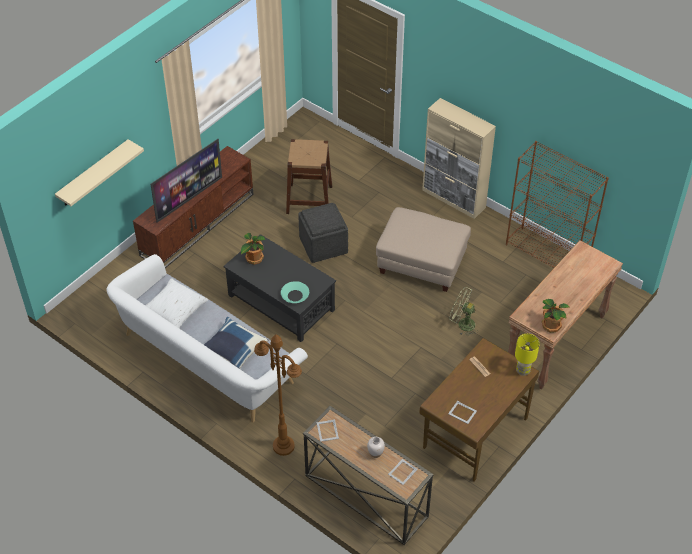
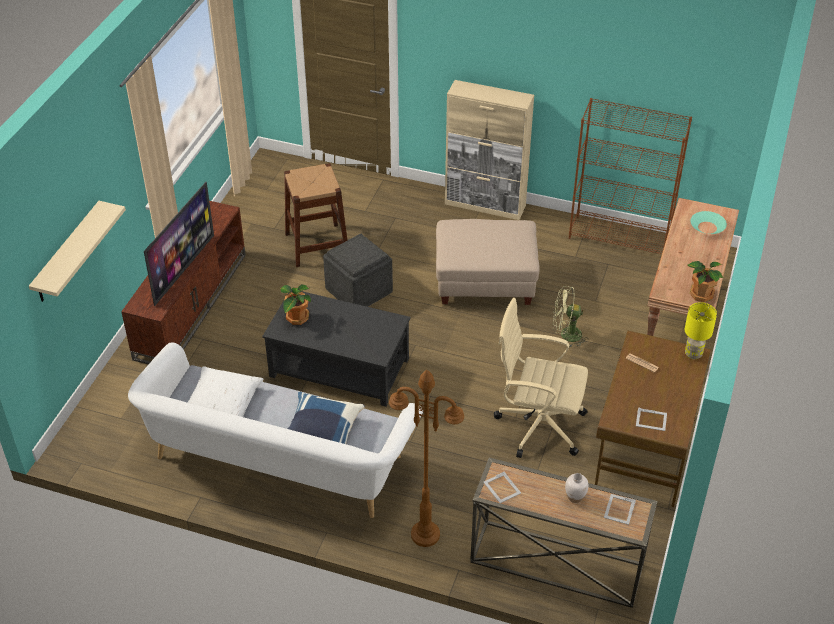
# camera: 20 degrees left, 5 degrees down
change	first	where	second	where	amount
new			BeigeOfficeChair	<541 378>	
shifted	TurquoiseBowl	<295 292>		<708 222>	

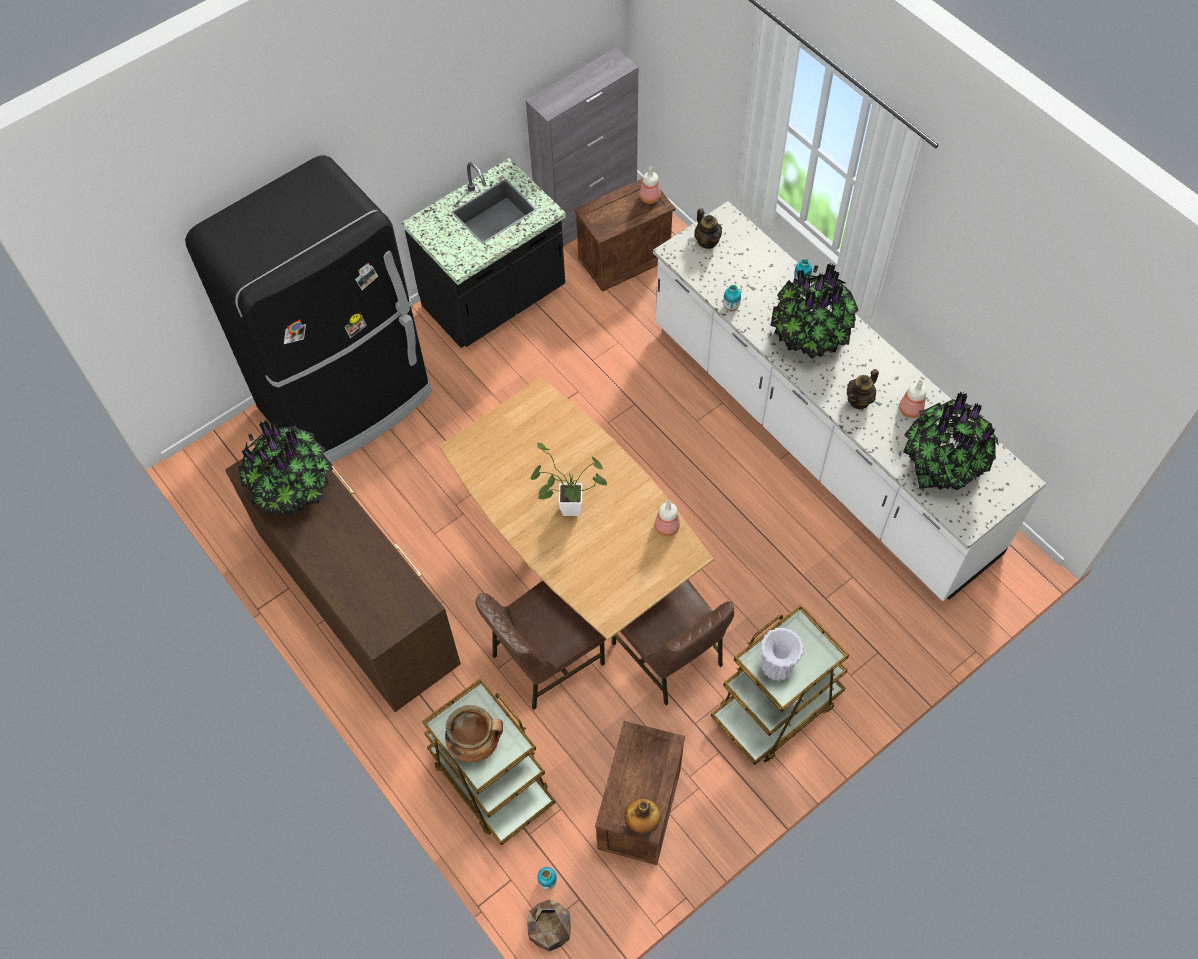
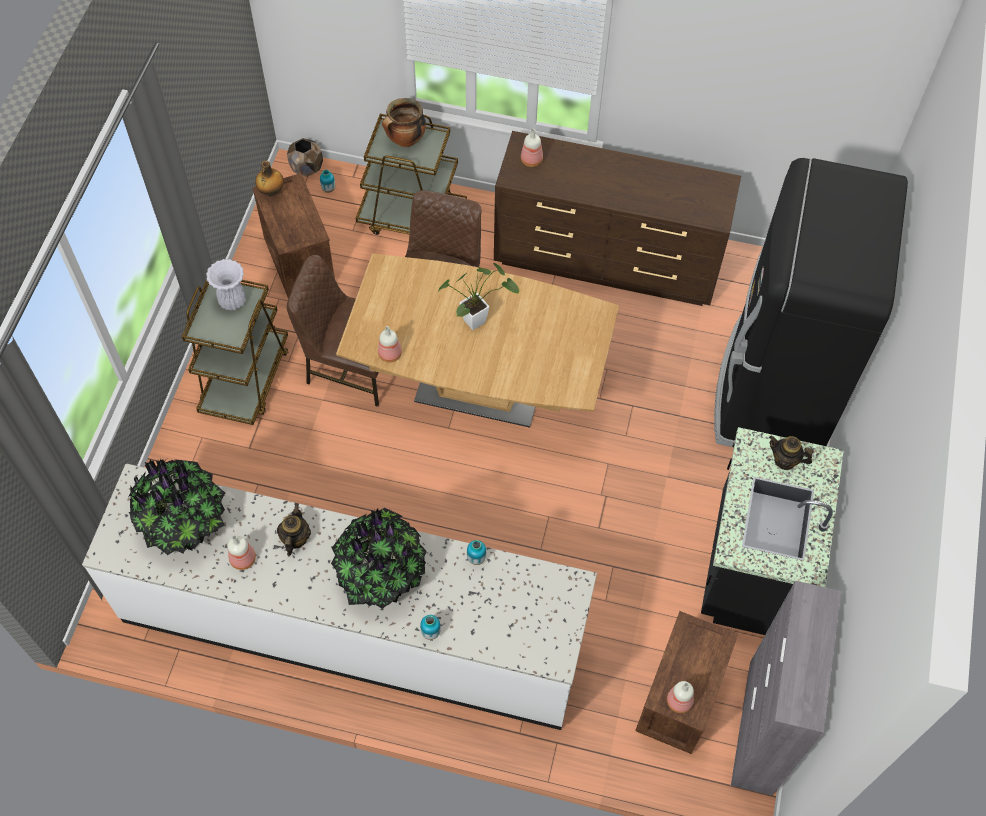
# camera: 140 degrees right, 0 degrees up
change	first	where	second	where	amount
new			Bottle	<532 147>	
shifted	Teapot	<708 228>		<791 452>	
gone	PottedPlant	<285 468>			

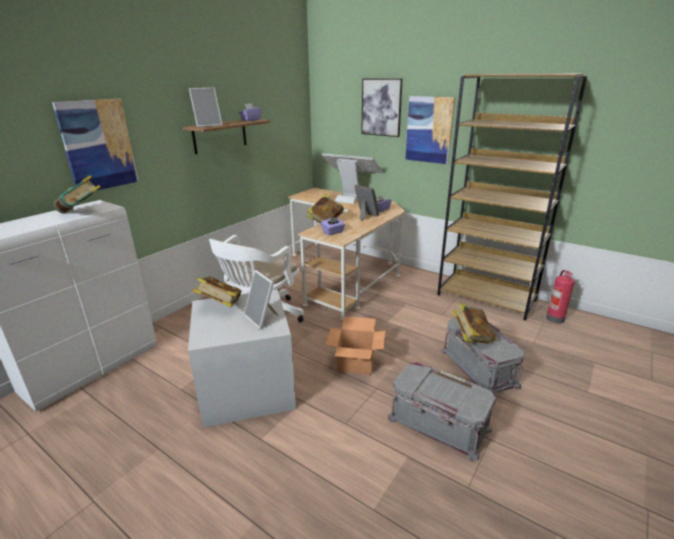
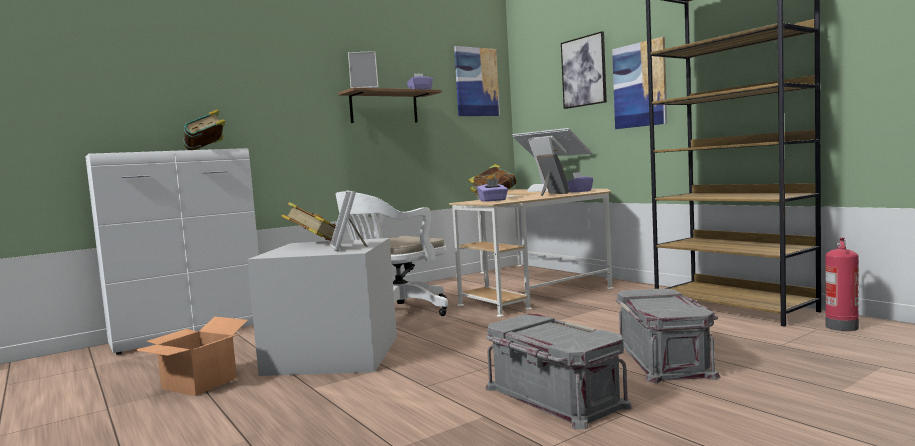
# camera: 20 degrees right, 20 degrees down
change	first	where	second	where	amount
shifted	CardboardBox	<355 345>		<191 356>	
shifted	Picture	<95 145>		<477 81>	
gone	Book	<474 323>			

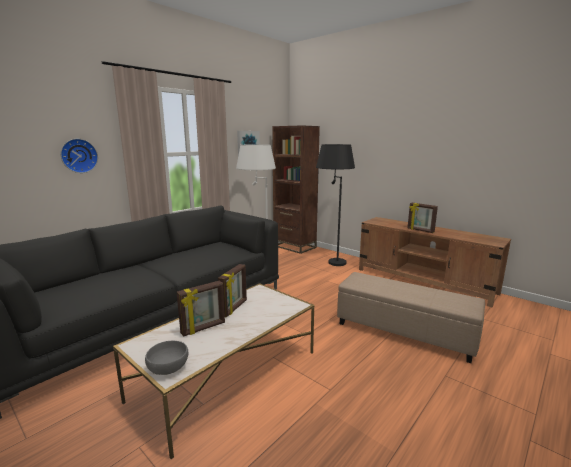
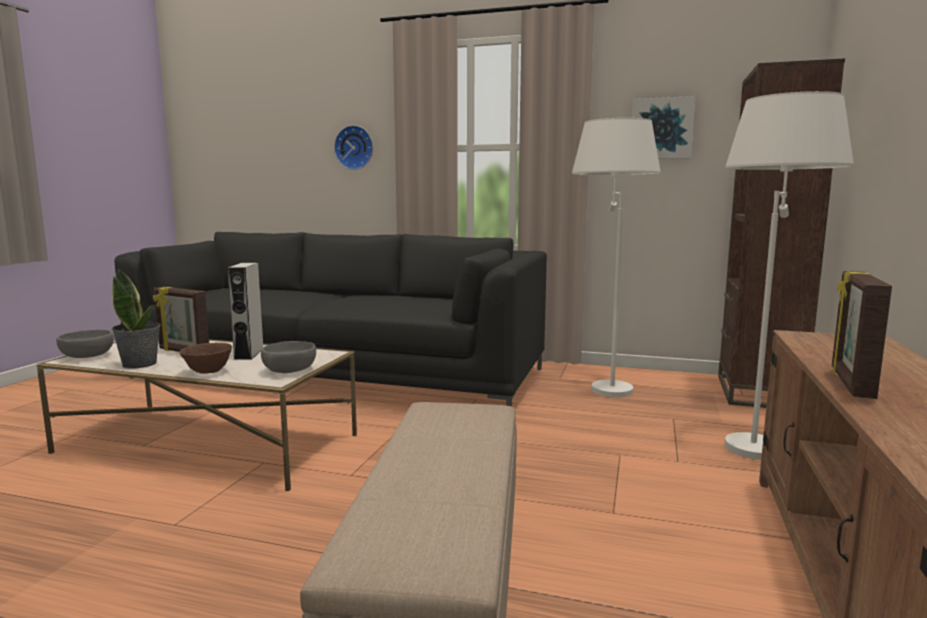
# camera: 65 degrees right, 5 degrees down
change	first	where	second	where	amount
new			PottedPlant	<136 319>	
new			BrownBowl	<206 358>	
swapped	PictureFrame	<232 290>	GreySpeaker	<245 311>	
new			GreyBowl	<288 357>	
repainted	BlackFloorLamp	<335 205>	WhiteFloorLamp	<789 275>	

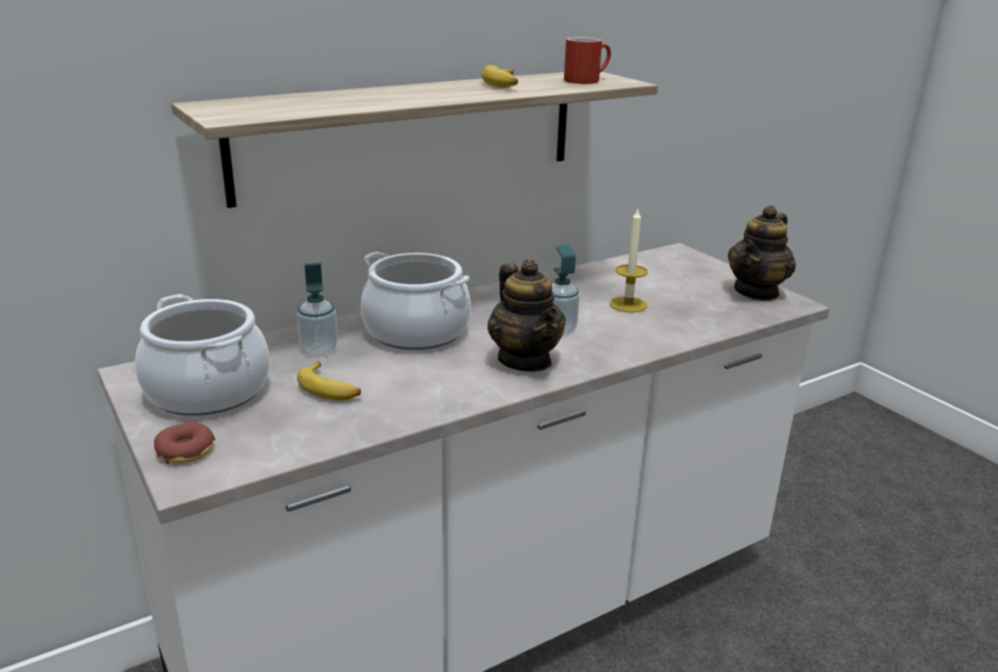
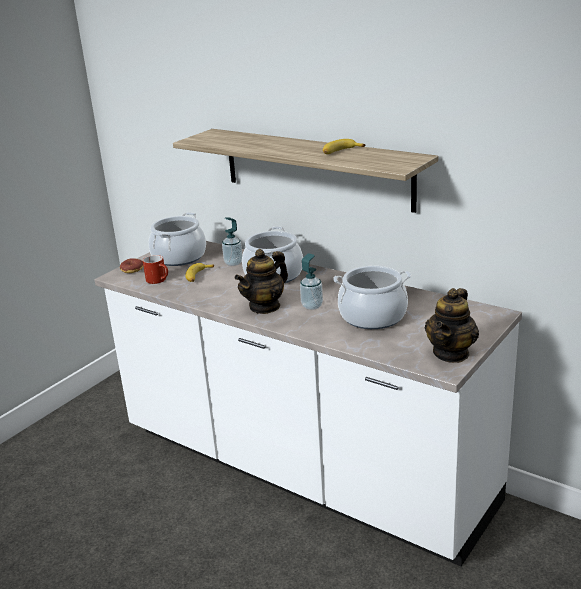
# camera: 70 degrees right, 0 degrees up
change	first	where	second	where	amount
shifted	RedMug	<587 60>		<155 269>	
swapped	Candle	<629 261>	CookingPot	<372 297>	
rotated	Teapot	<762 253>		<452 325>	75 degrees counterclockwise

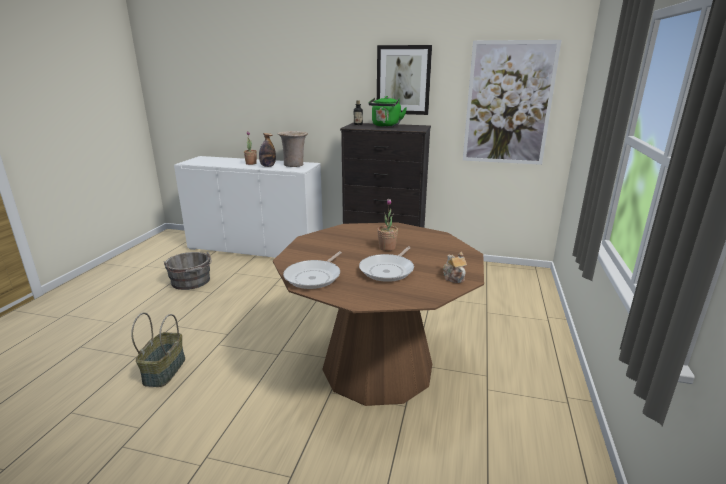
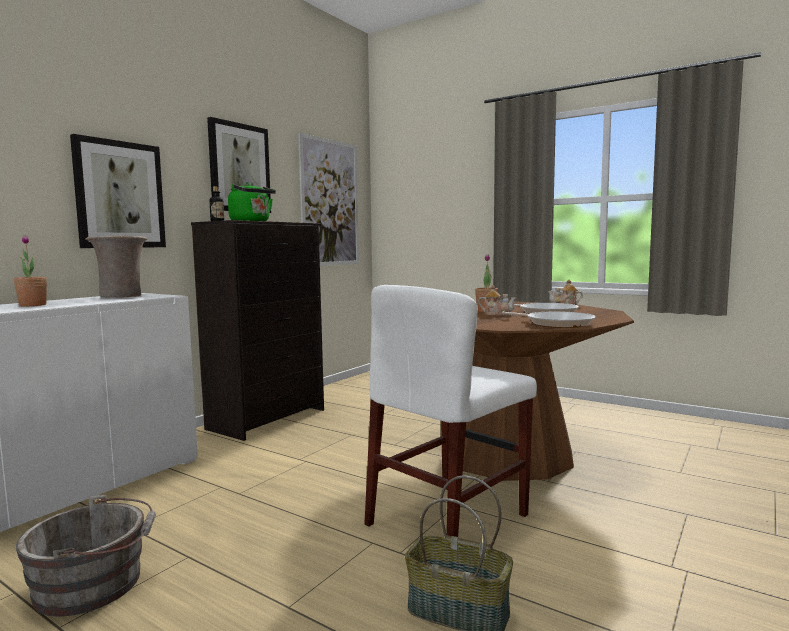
# camera: 70 degrees left, 15 degrees down
change	first	where	second	where	amount
new			Picture	<118 191>	
new			WhiteChair	<450 411>	
new			Teapot	<497 300>	
gone	Bottle	<267 150>			

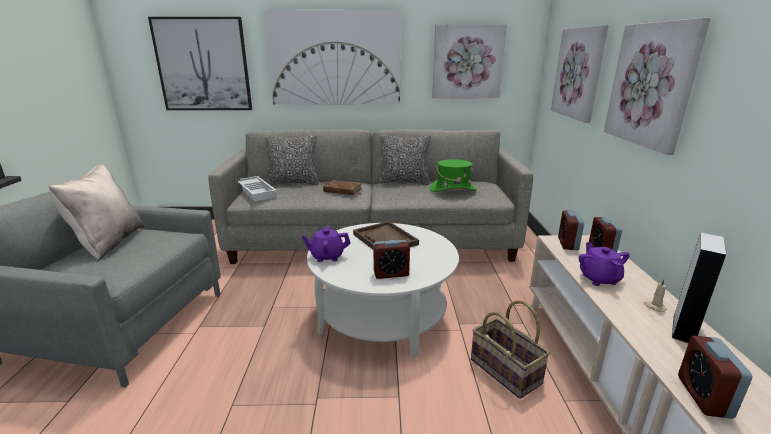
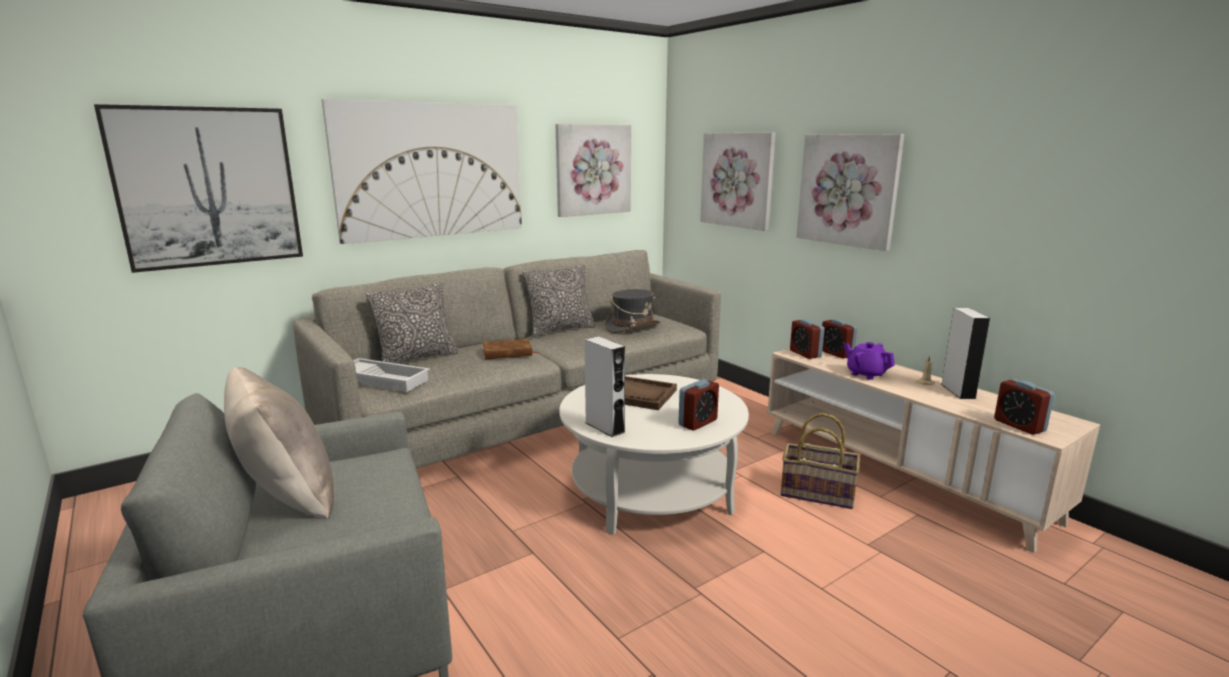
# camera: 35 degrees left, 5 degrees down
change	first	where	second	where	amount
swapped	PurpleTeapot	<326 244>	GreySpeaker	<605 386>	
repainted	GreenHat	<453 175>	GreyHat	<632 311>	

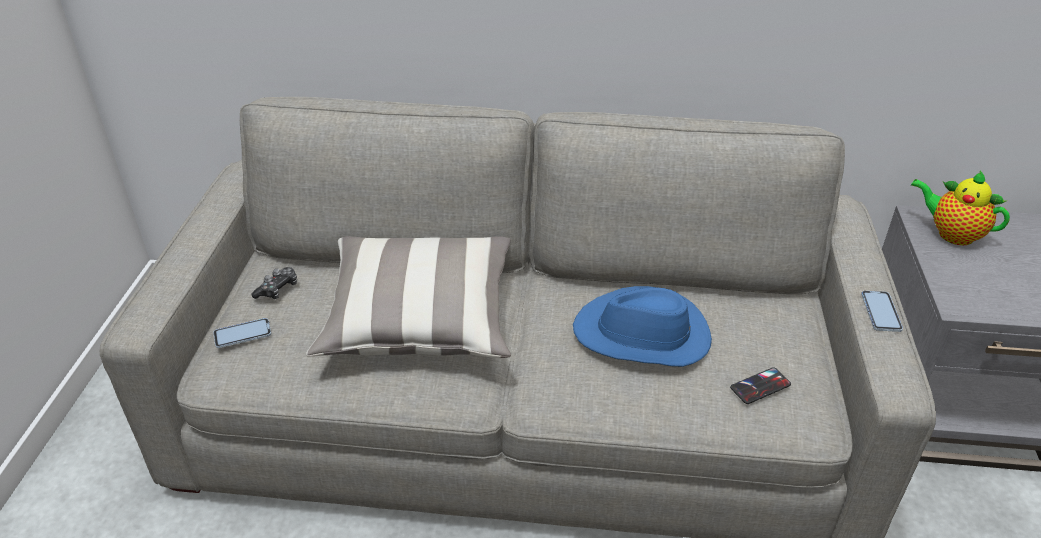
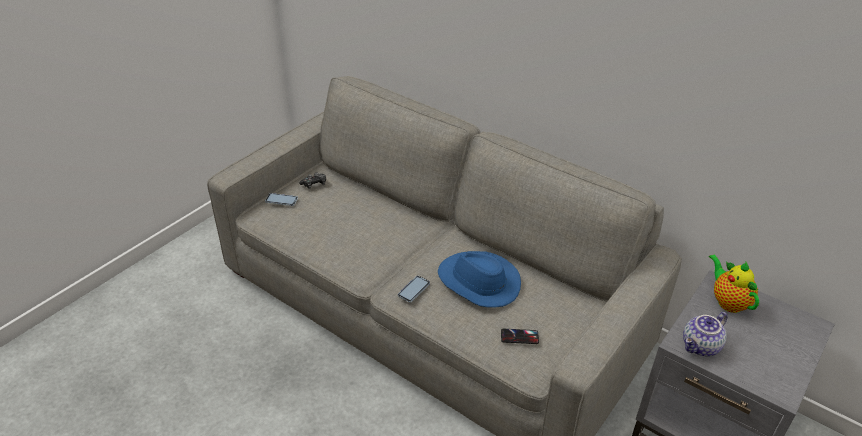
# camera: 30 degrees right, 0 degrees up
change	first	where	second	where	amount
shifted	Phone	<882 311>		<414 289>	
new			Teapot	<705 334>	
gone	Pillow	<408 297>			

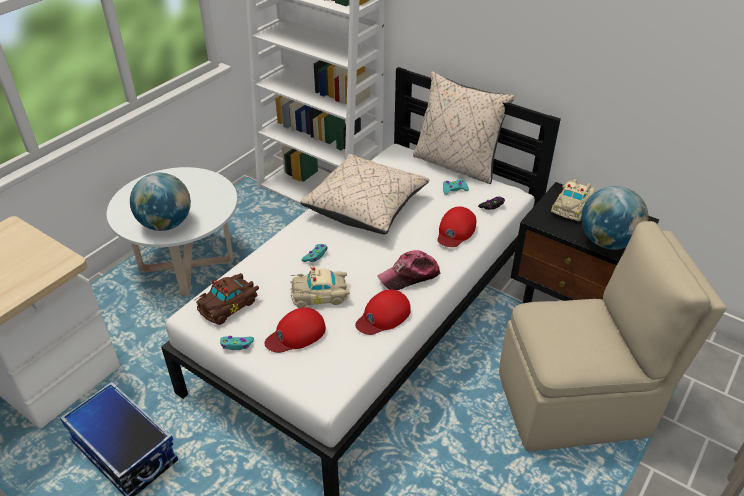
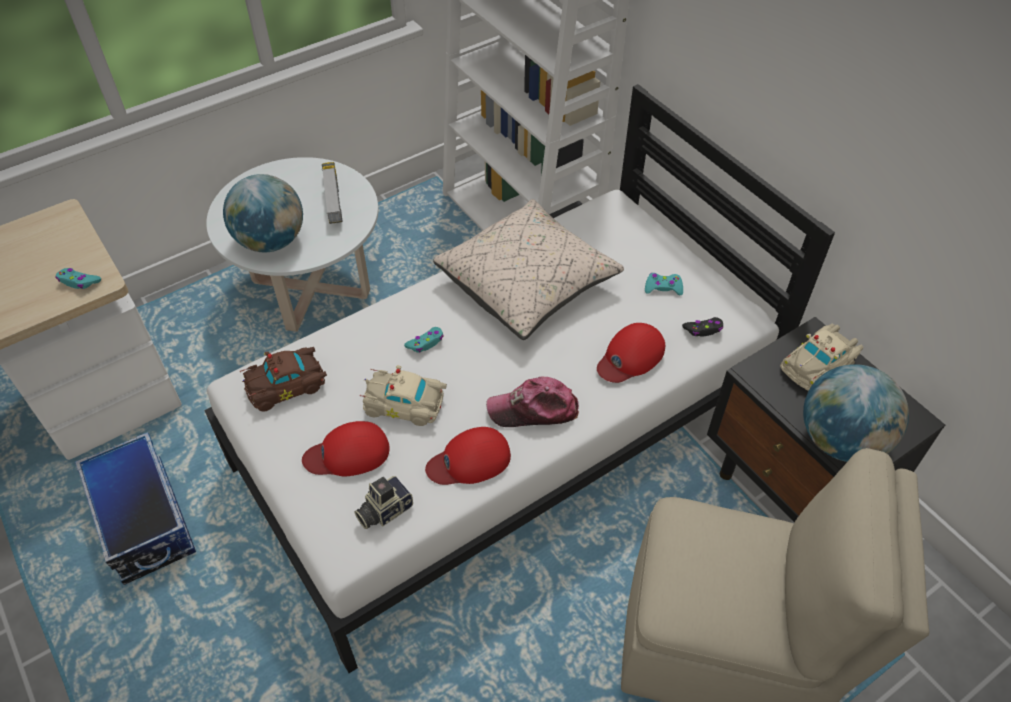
# camera: 20 degrees right, 10 degrees up
change	first	where	second	where	amount
shifted	TurquoiseGameController	<237 343>		<78 278>	
new			ToyTruck	<332 193>	
new			PhotoCamera	<383 502>	
gone	BeigePillow	<463 127>			

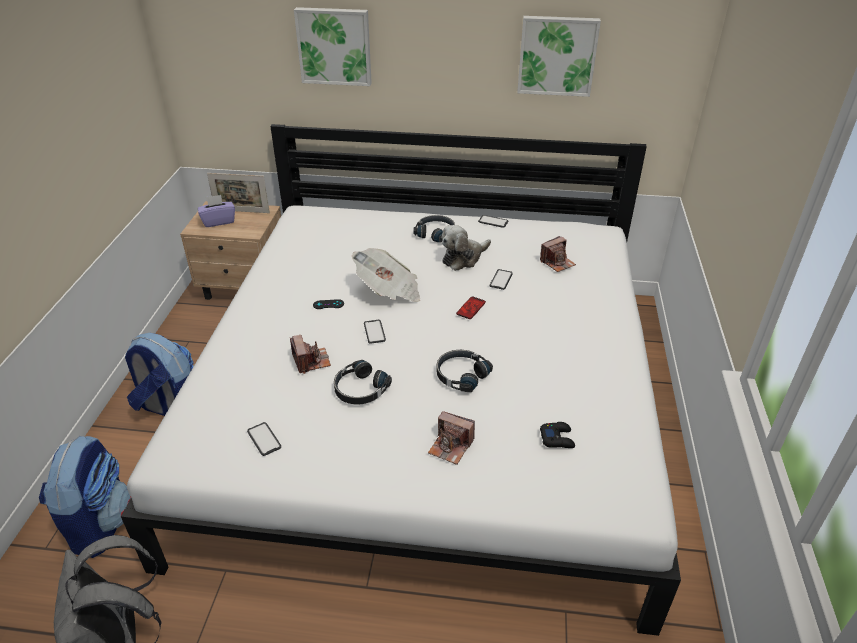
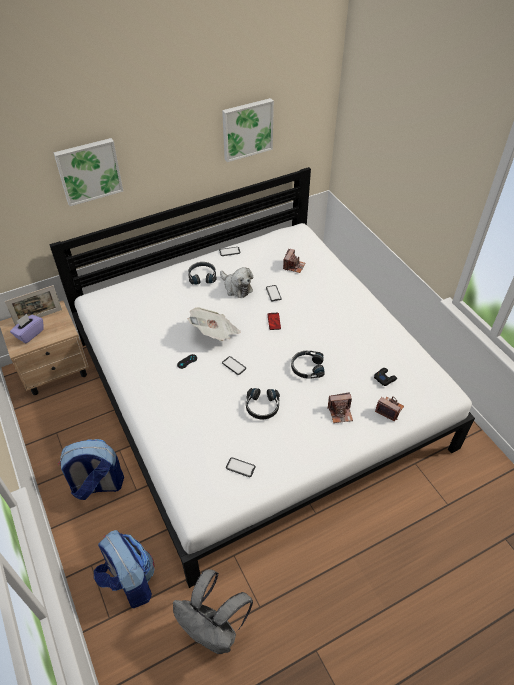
# camera: 35 degrees left, 10 degrees up
change	first	where	second	where	amount
rotated	PlushToy	<466 248>		<236 282>	60 degrees counterclockwise
shifted	PhotoCamera	<310 354>		<389 408>	

